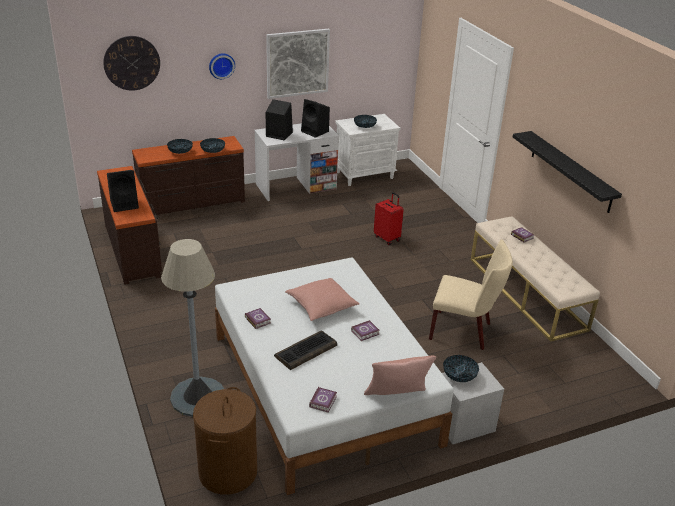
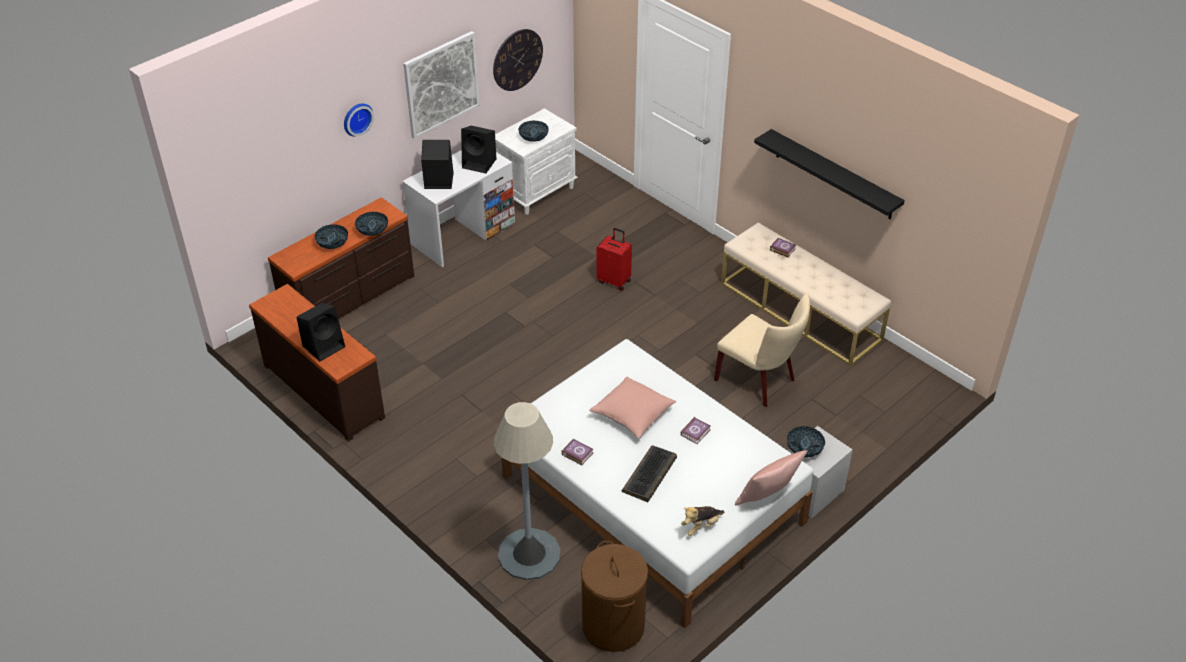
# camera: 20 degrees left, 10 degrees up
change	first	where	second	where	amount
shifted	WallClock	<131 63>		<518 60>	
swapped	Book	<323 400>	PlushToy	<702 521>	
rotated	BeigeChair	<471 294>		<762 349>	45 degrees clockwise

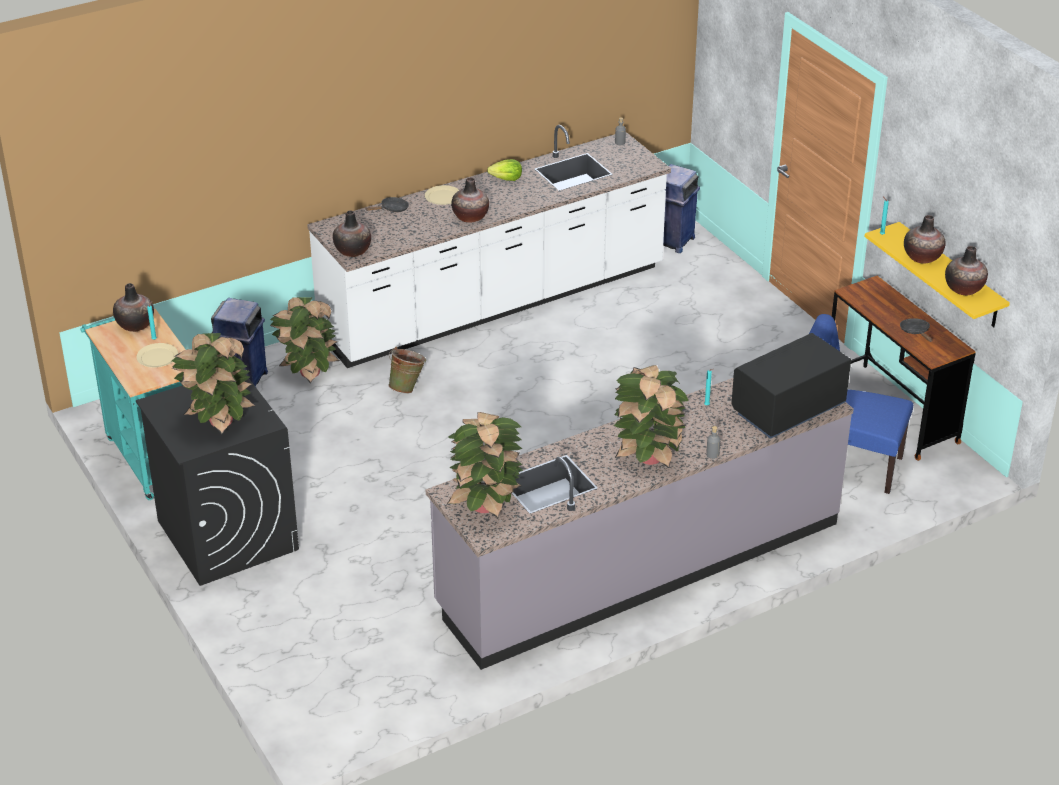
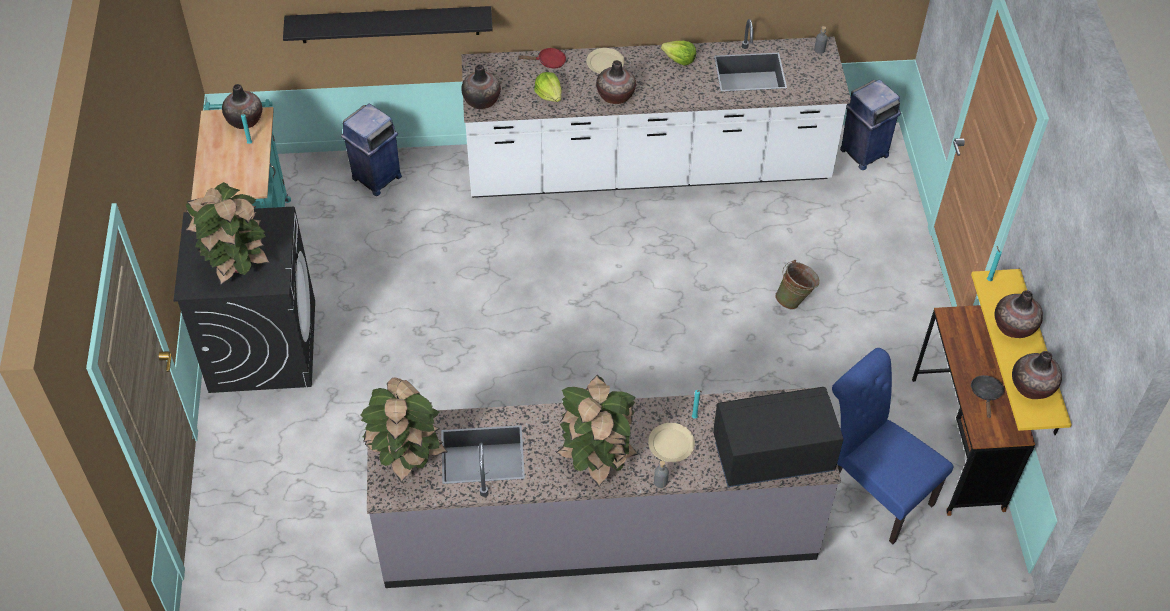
# camera: 25 degrees right, 15 degrees up
change	first	where	second	where	amount
new			BlackShelf	<388 24>	
repainted	BlackFryingPan	<387 204>	RedFryingPan	<541 58>	
new			Lettuce	<548 87>	
shifted	BeigePlate	<157 355>		<671 442>	
shifted	GreenBucket	<407 370>		<797 285>	
gone	PottedPlant	<305 340>			

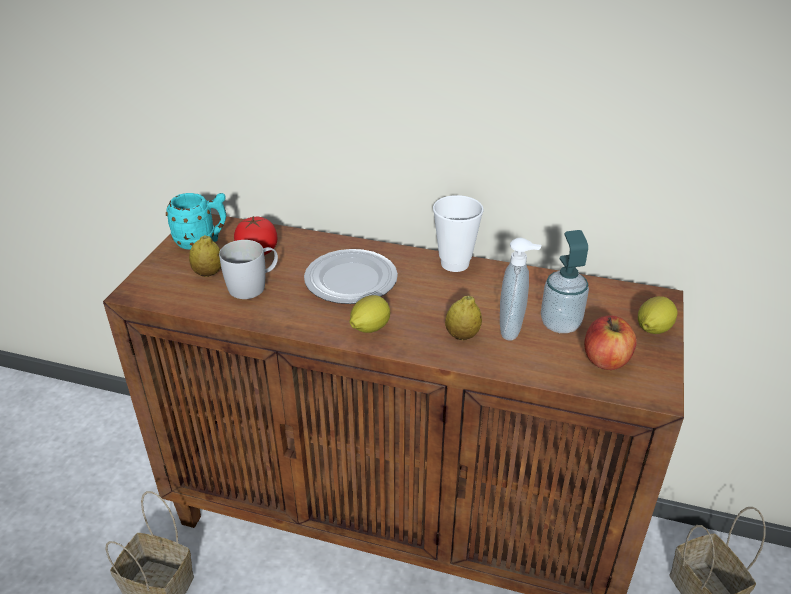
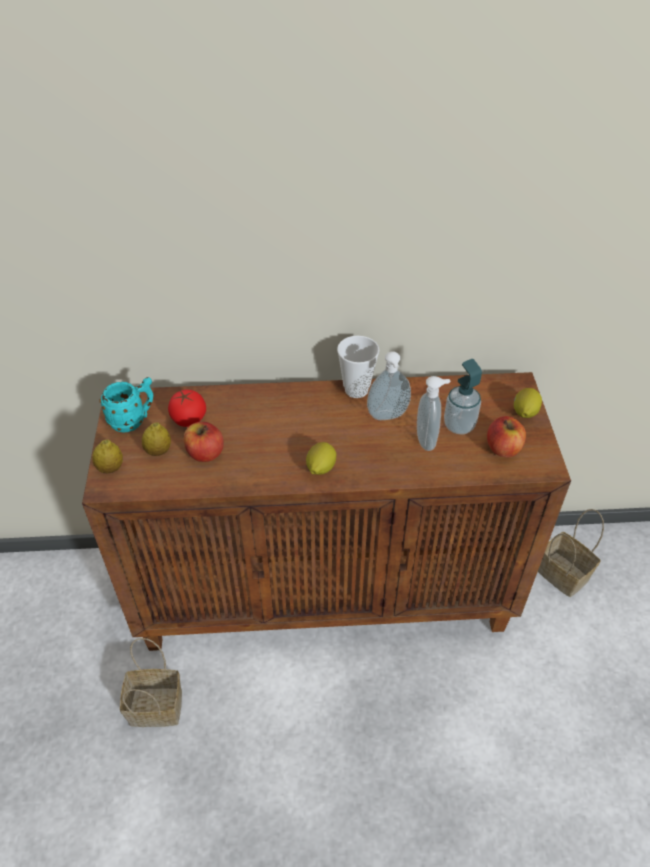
# camera: 20 degrees left, 10 degrees up
change	first	where	second	where	amount
shifted	Lemon	<463 317>		<107 456>	
swapped	WhiteMug	<248 269>	Apple	<204 442>	
new			SoapDispenser	<389 385>	
gone	Plate	<351 276>			

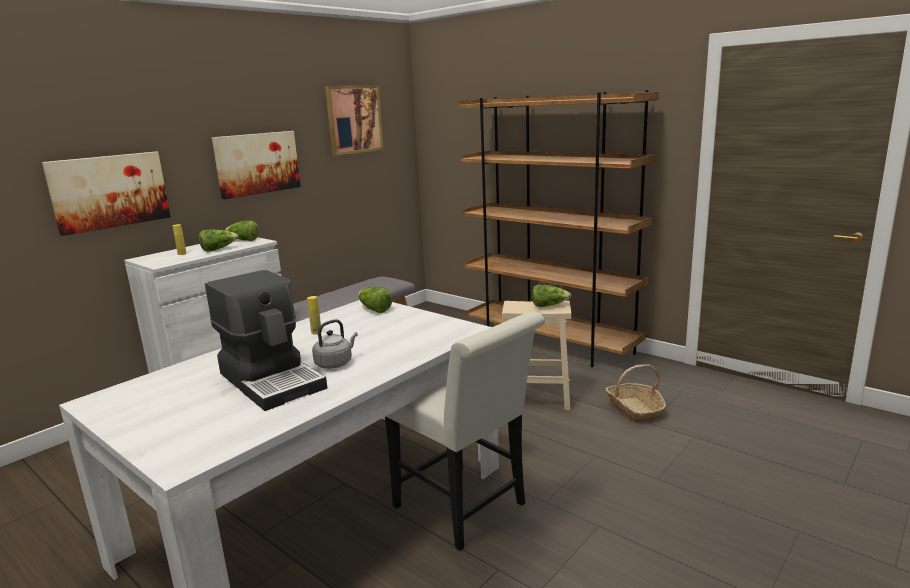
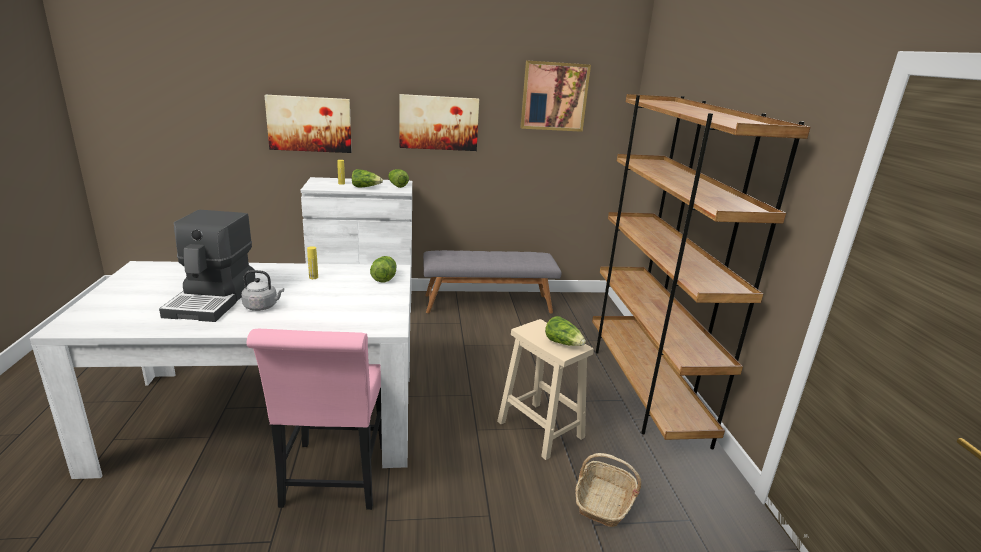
# camera: 40 degrees right, 5 degrees up
change	first	where	second	where	amount
repainted	WhiteChair	<465 431>	PinkChair	<314 419>	

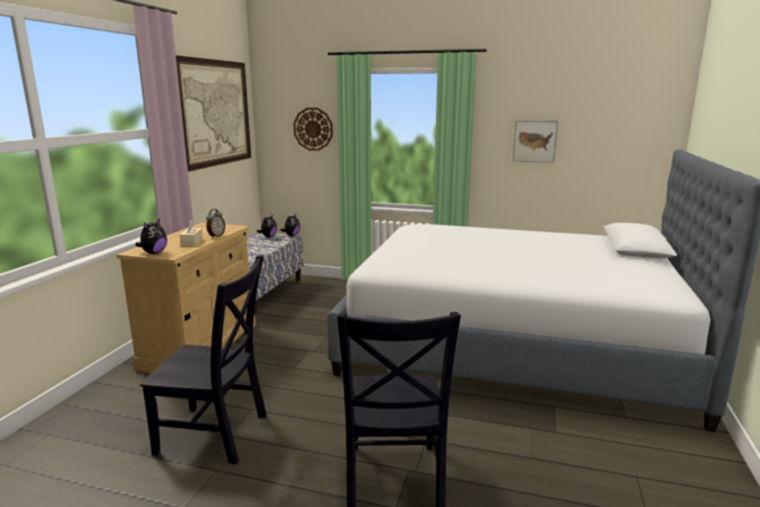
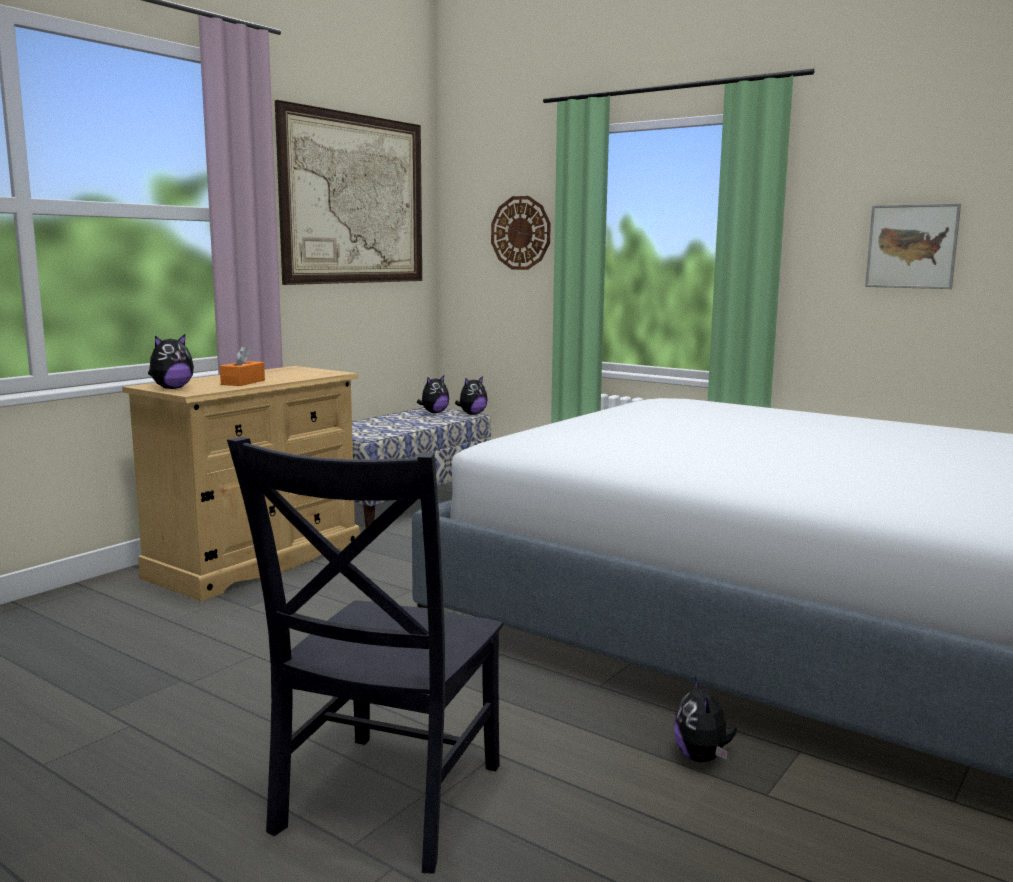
# camera: 20 degrees right, 5 degrees down
change	first	where	second	where	amount
repainted	BeigeTissueBox	<191 233>	OrangeTissueBox	<242 366>	
new			PlushToy	<705 719>	
gone	BlackChair	<203 360>			
gone	AlarmClock	<215 223>			

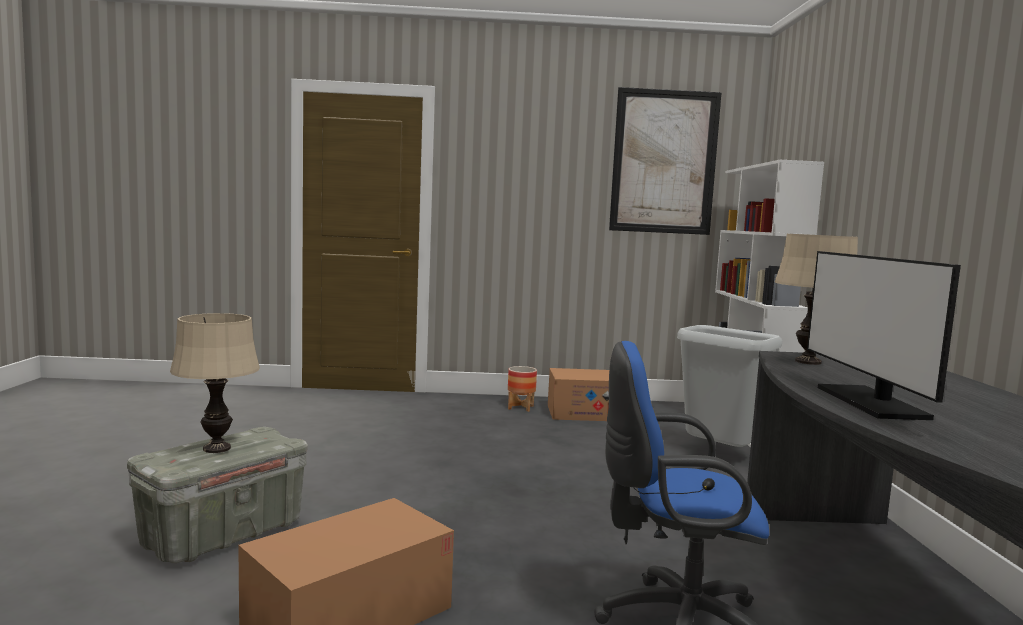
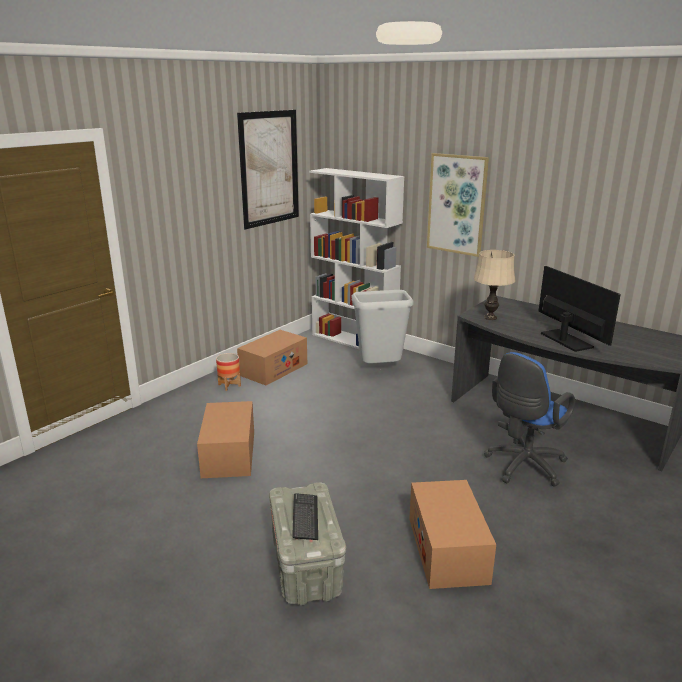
# camera: 50 degrees left, 15 degrees up
change	first	where	second	where	amount
new			CardboardBox	<225 439>	
swapped	BeigeTableLamp	<215 383>	Keyboard	<305 516>	
new			Picture	<458 205>	
rotated	Monitor	<884 335>		<579 309>	150 degrees counterclockwise

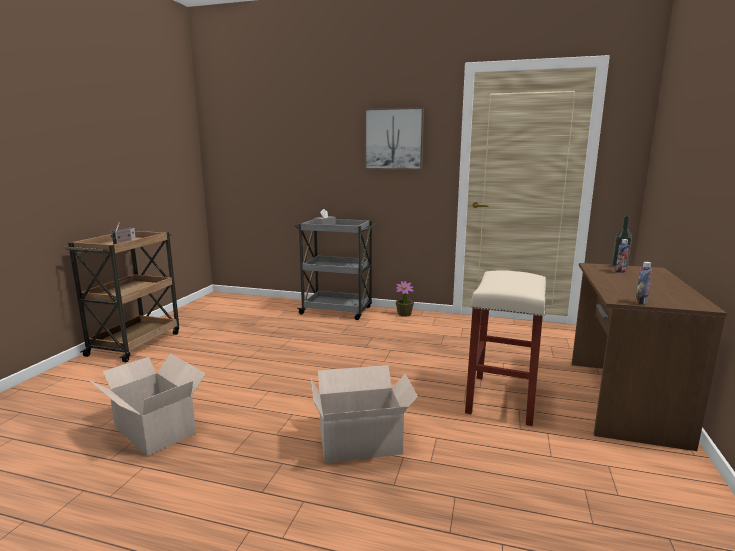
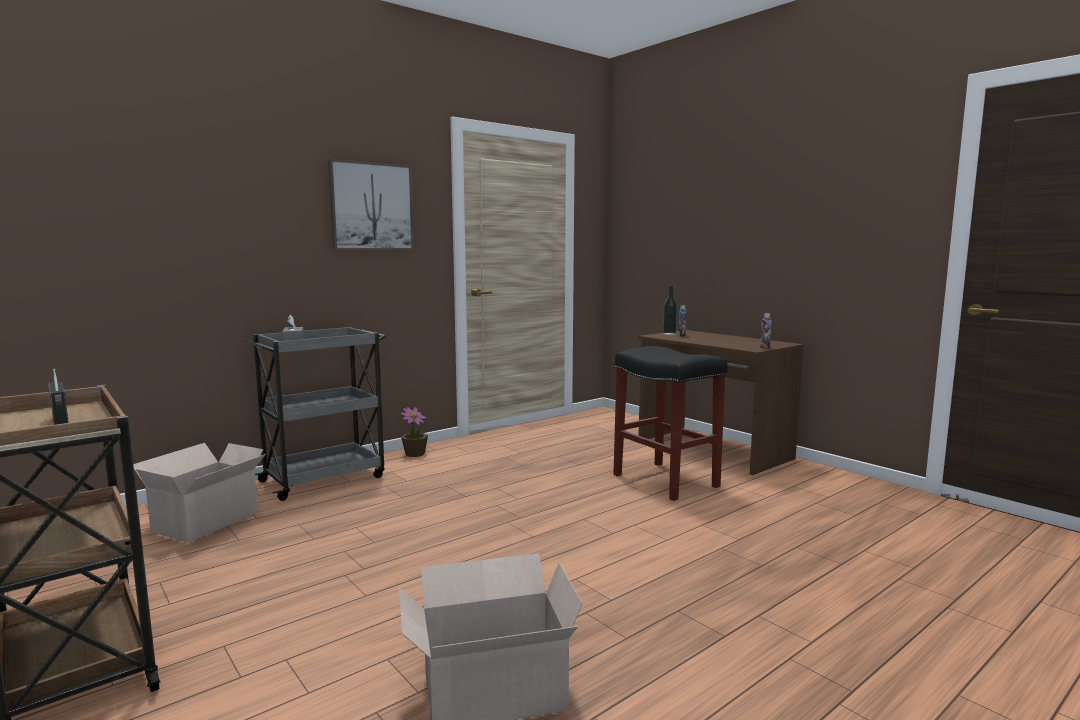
# camera: 55 degrees left, 5 degrees down
change	first	where	second	where	amount
shifted	CardboardBox	<364 414>		<199 493>	
repainted	BeigeStool	<505 348>	BlackStool	<670 423>	

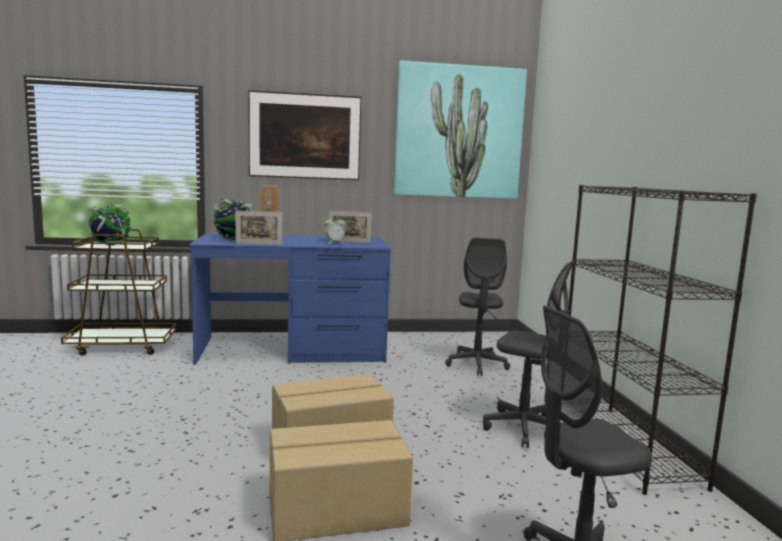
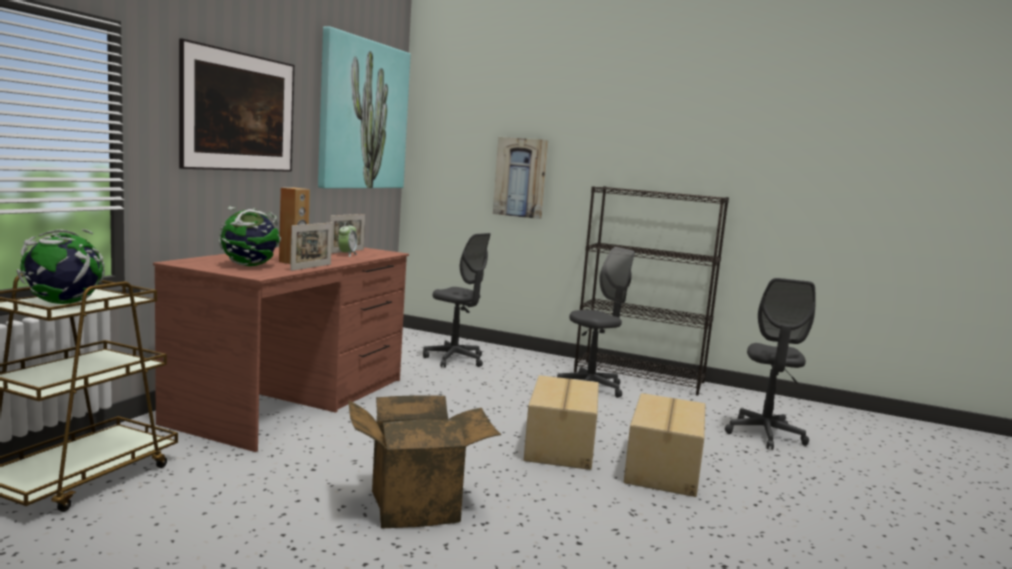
# camera: 60 degrees left, 0 degrees up
change	first	where	second	where	amount
repainted	BlueDesk	<290 299>	BrownDesk	<281 349>	
new			CardboardBox	<424 461>	
new			Picture	<520 178>	

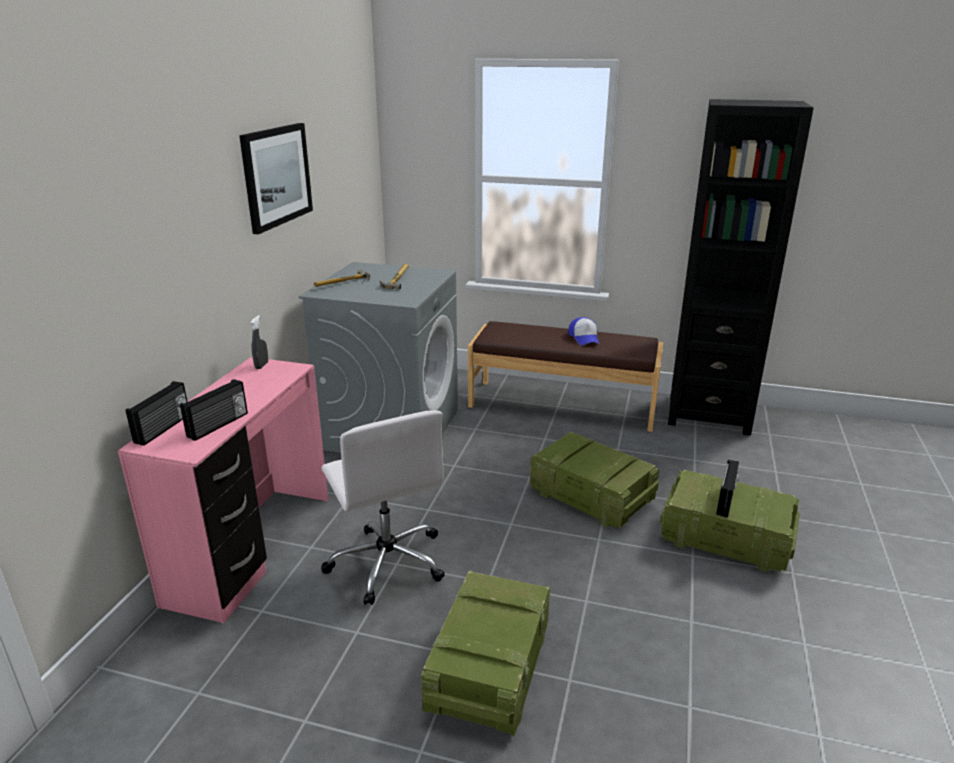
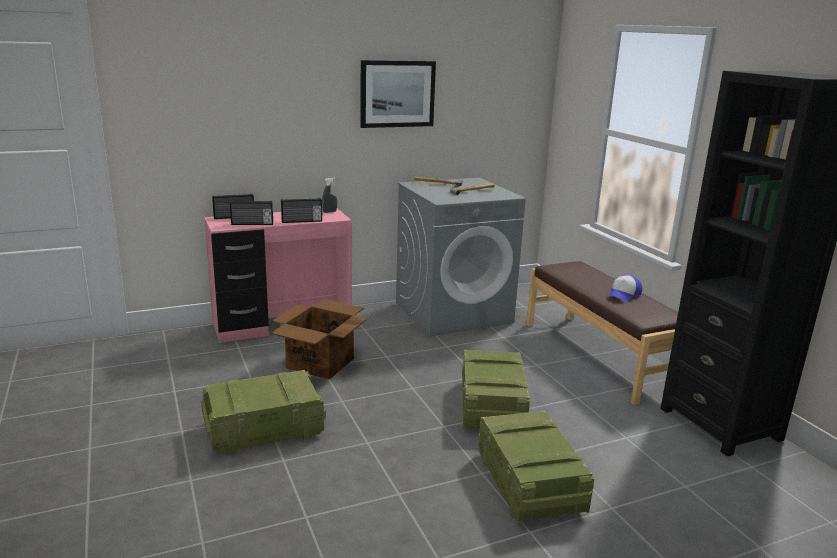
# camera: 50 degrees right, 5 degrees down
change	first	where	second	where	amount
swapped	WhiteOfficeChair	<383 507>	CardboardBox	<319 339>	
shifted	Radio	<727 488>		<301 210>	

